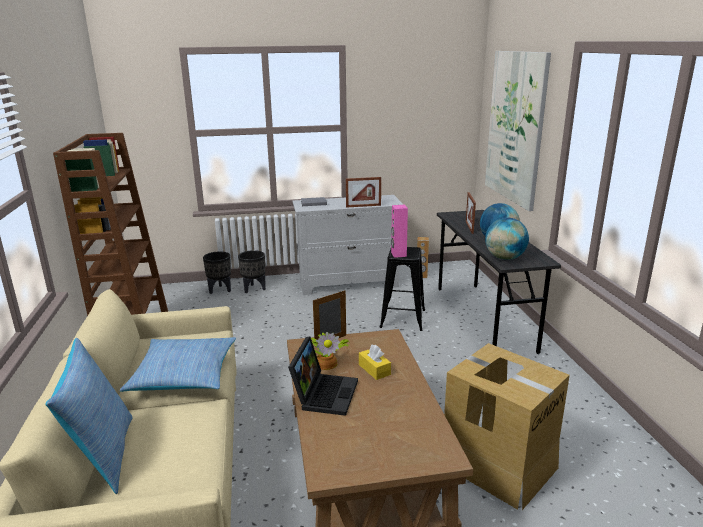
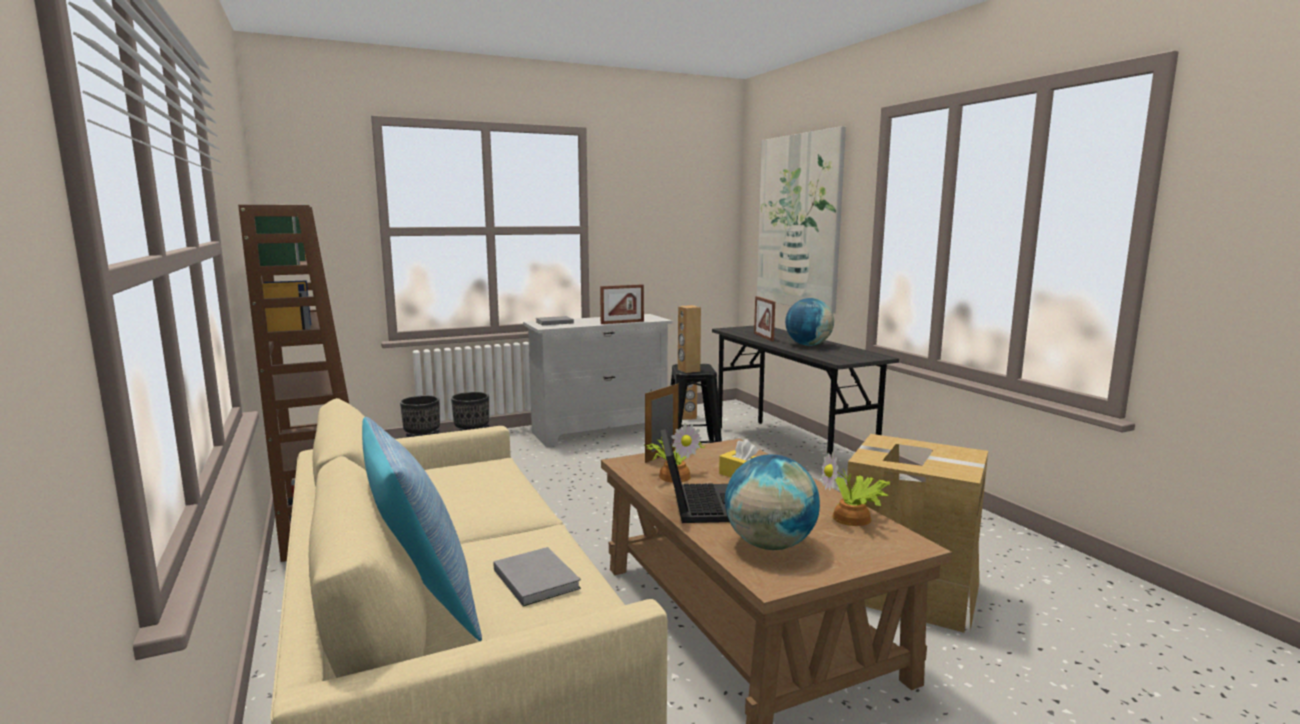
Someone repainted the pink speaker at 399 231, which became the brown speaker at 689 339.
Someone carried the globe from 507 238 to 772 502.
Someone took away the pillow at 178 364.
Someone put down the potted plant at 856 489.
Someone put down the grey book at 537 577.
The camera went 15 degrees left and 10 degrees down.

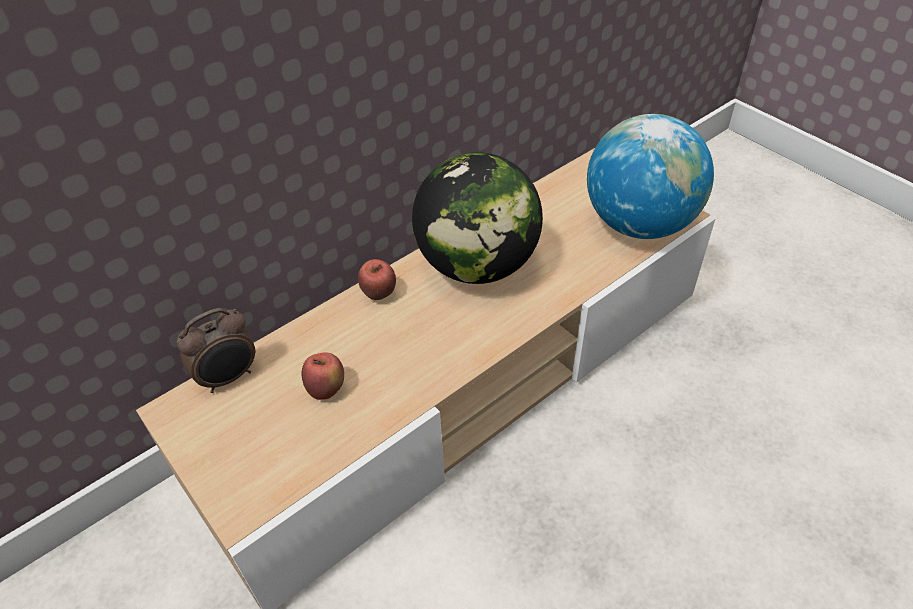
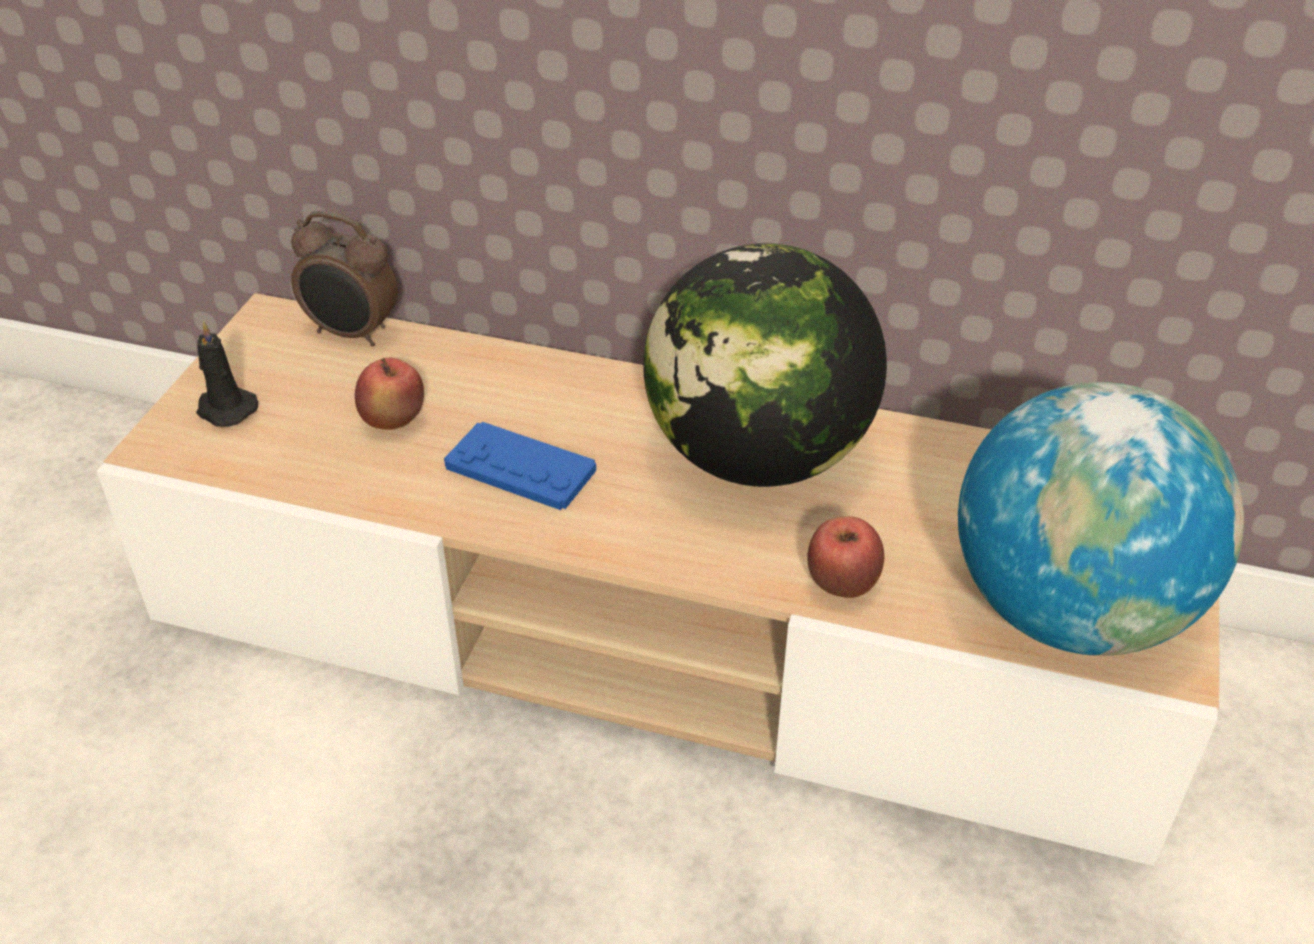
Someone carried the apple from 377 279 to 845 557.
Someone put down the black candle at 227 373.
Someone put down the blue game controller at 520 466.
The camera went 55 degrees right and 5 degrees down.

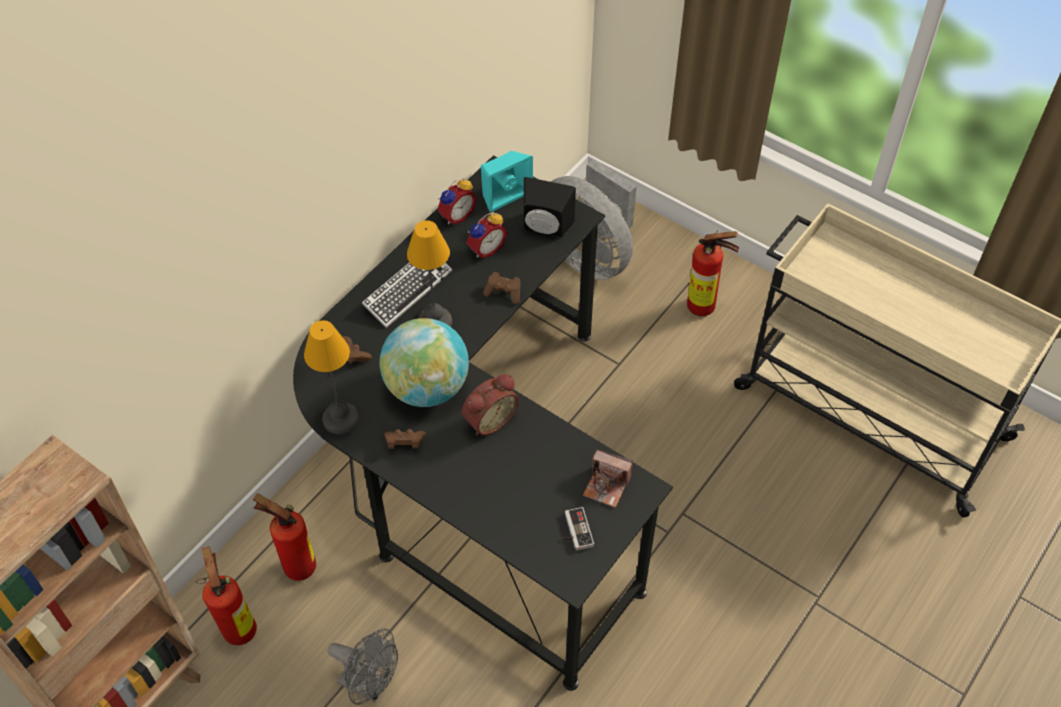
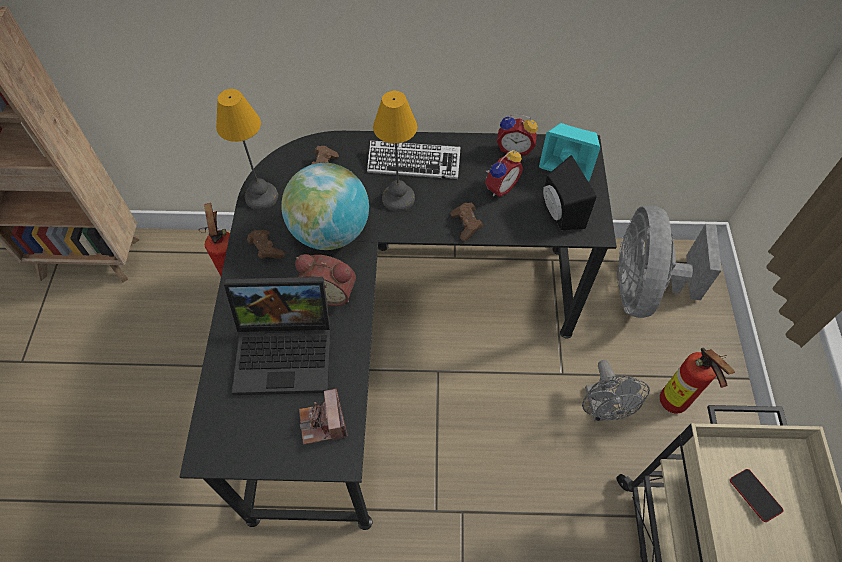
Someone rotated the alarm clock at 487 235 by 60 degrees counterclockwise.
Someone took away the game controller at 578 529.
Someone took away the fire extinguisher at 226 595.
Someone carried the grey fan from 362 666 to 616 390.
Someone put down the laptop at 277 336.
Someone put down the phone at 757 495.
The camera went 55 degrees right and 5 degrees up.

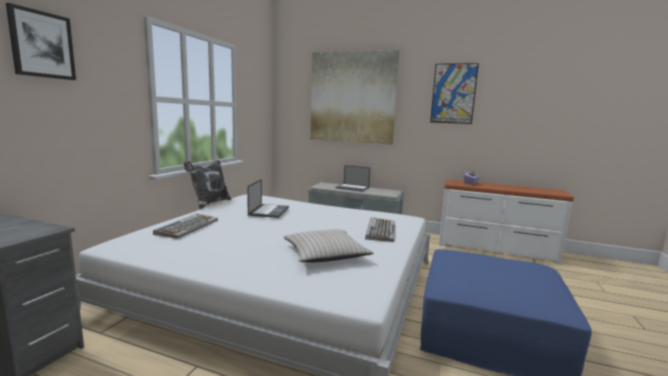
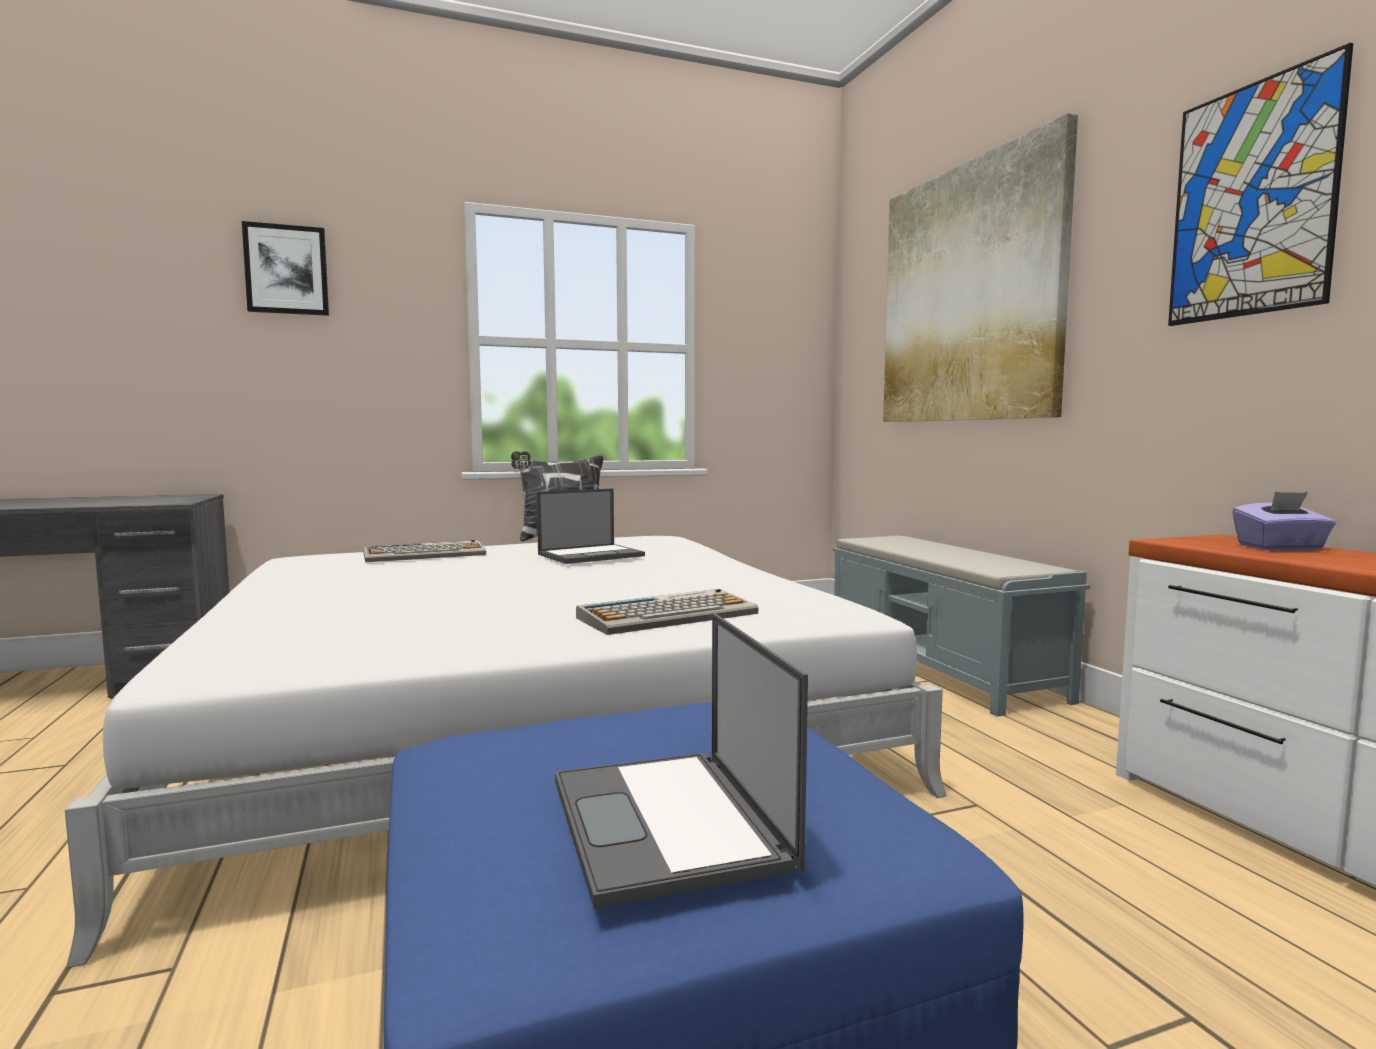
Someone carried the laptop from 353 178 to 681 761.
Someone took away the beige pillow at 329 246.
The camera went 50 degrees right and 5 degrees down.

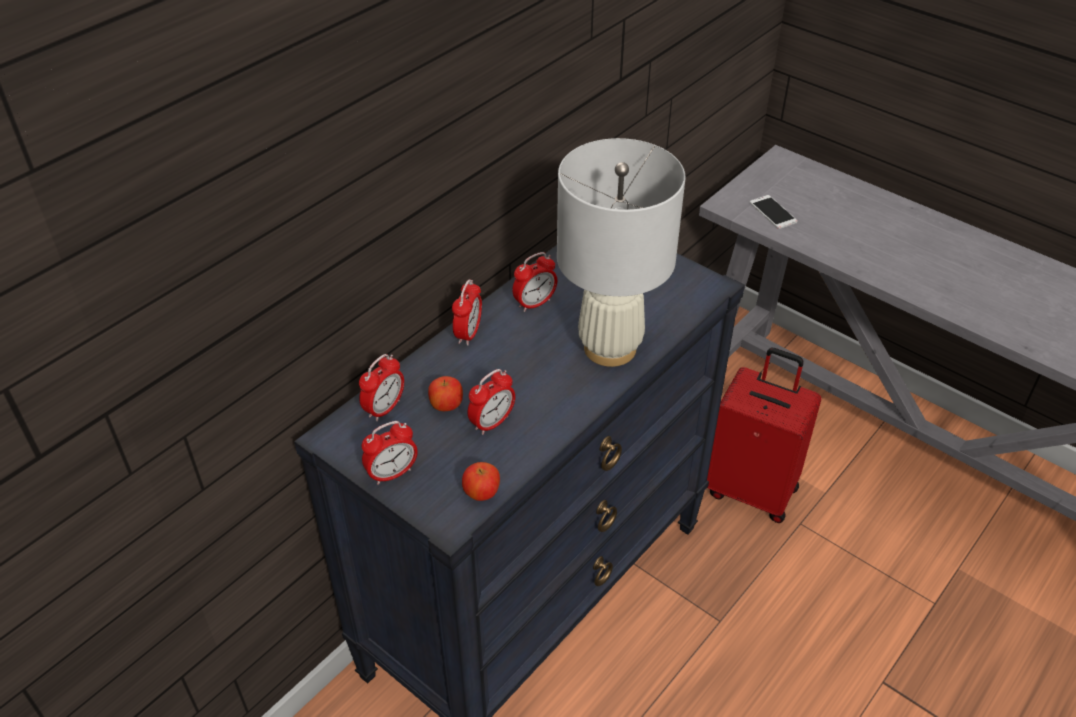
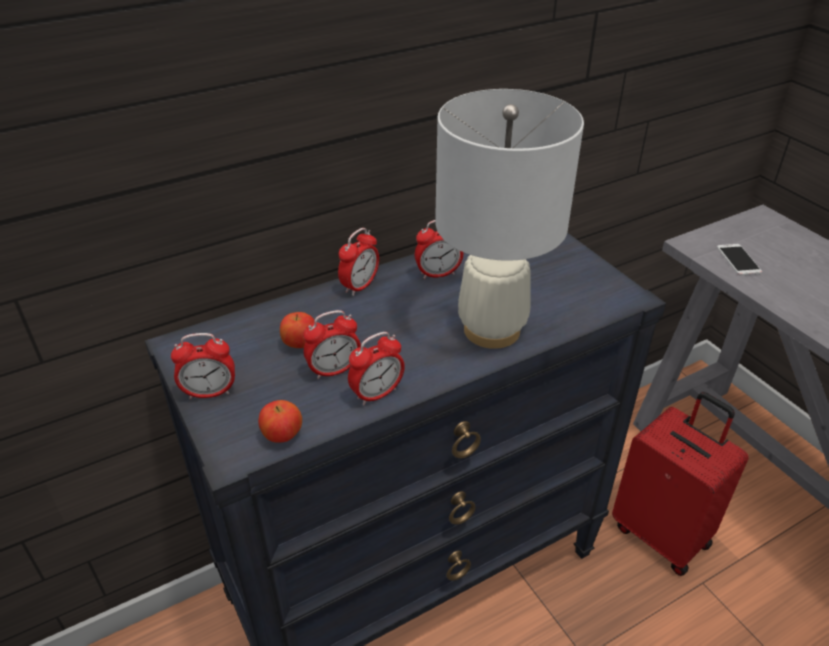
Someone carried the alarm clock from 381 387 to 376 368.
The camera went 20 degrees right and 5 degrees down.

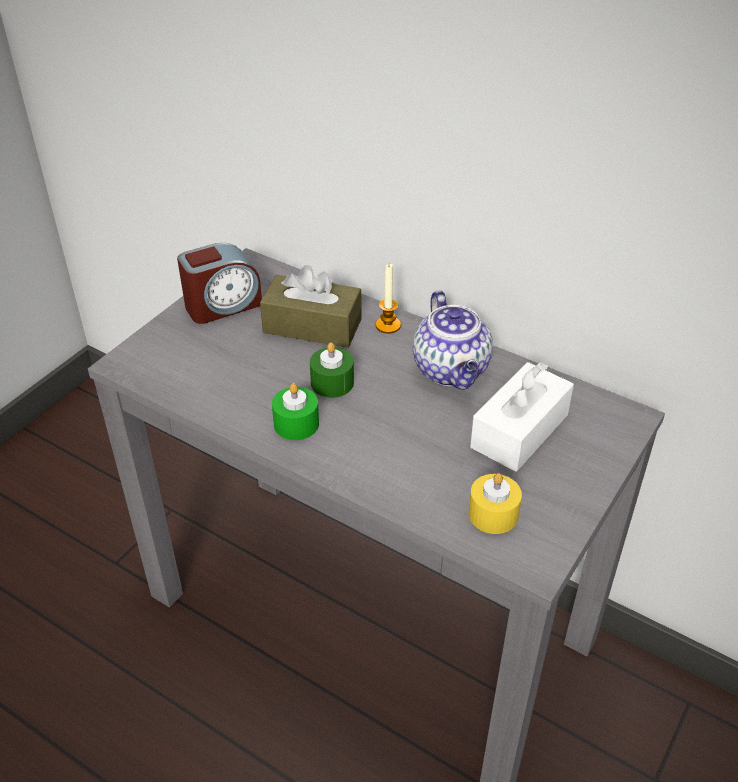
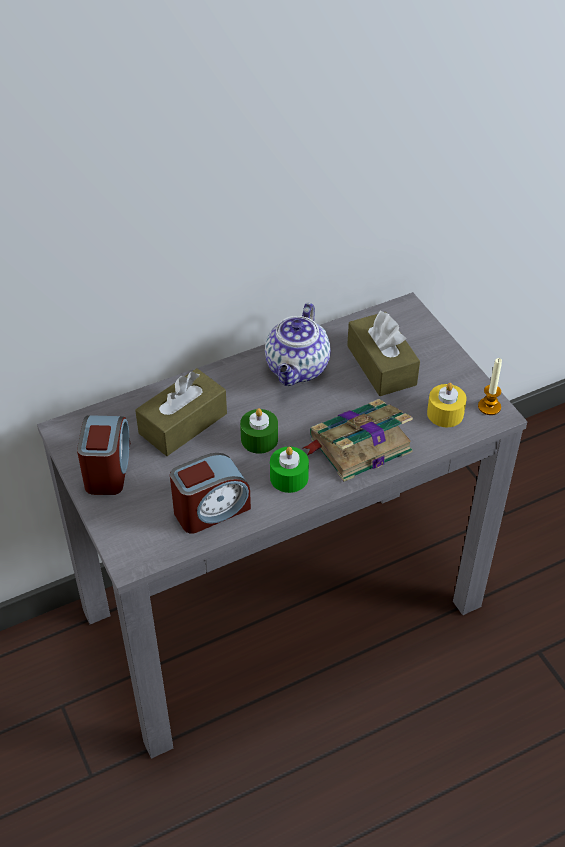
Someone carried the candle from 388 299 to 490 386.
Someone rotated the teapot at 453 340 by 90 degrees clockwise.
Someone repainted the white tissue box at 522 417, which became the brown tissue box at 383 353.
Someone put down the book at 358 440.
Someone put down the alarm clock at 210 493.
The camera went 60 degrees left and 5 degrees up.

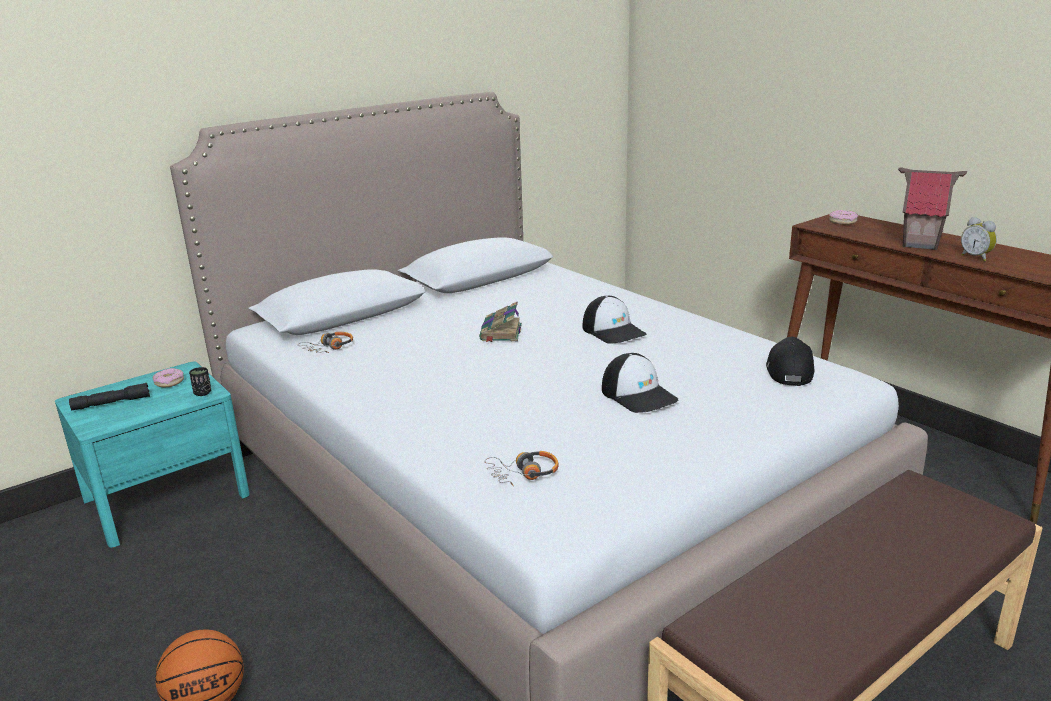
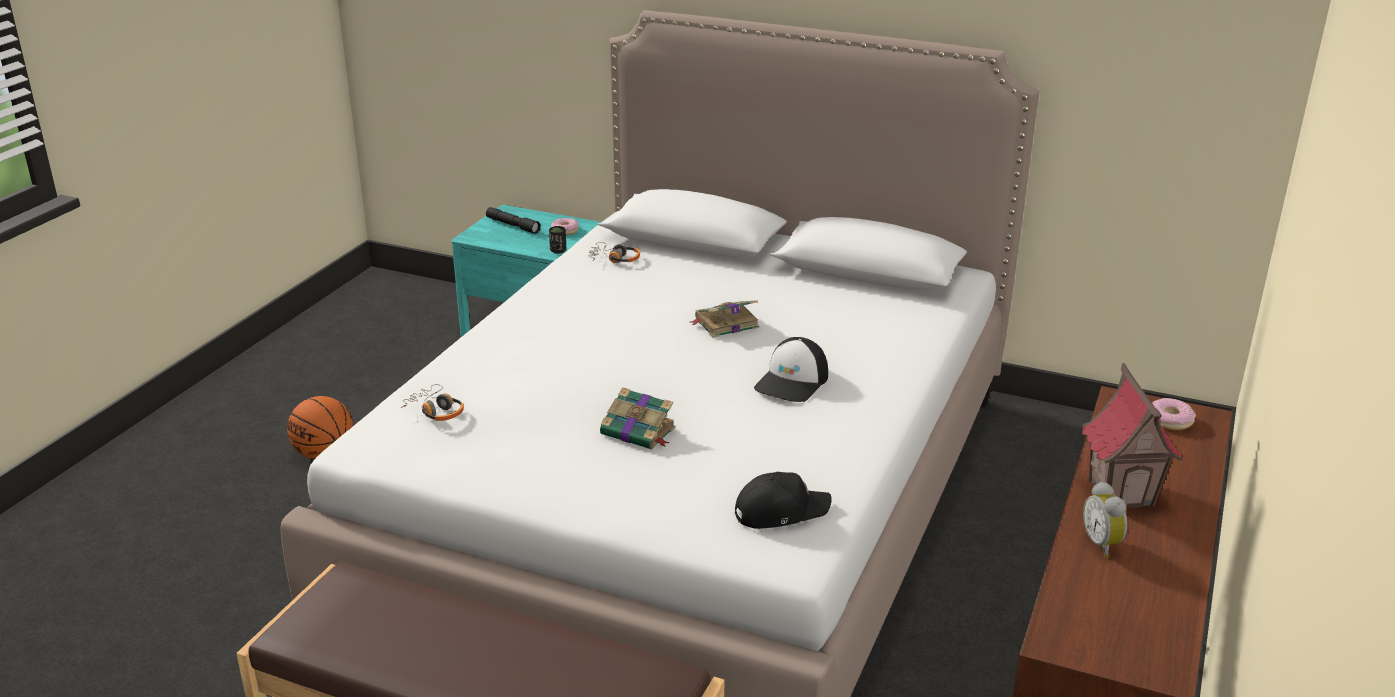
Someone rotated the alarm clock at 979 239 by 45 degrees counterclockwise.
Someone swapped the cap at 640 383 for the book at 638 418.
The camera went 60 degrees right and 5 degrees up.

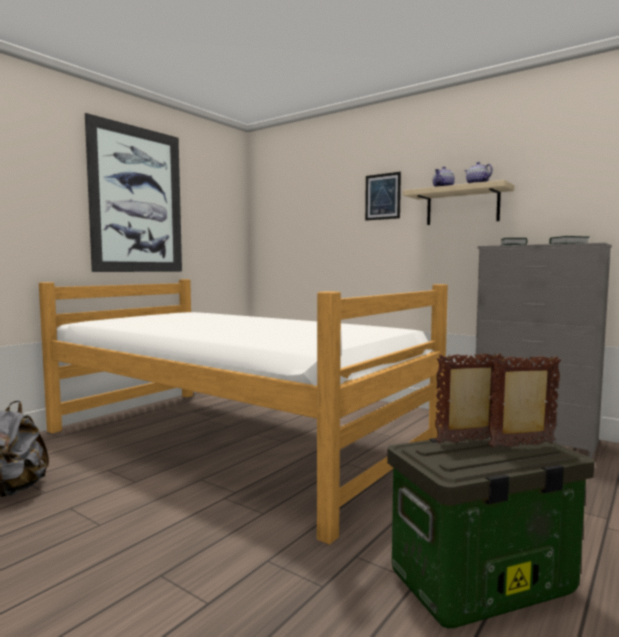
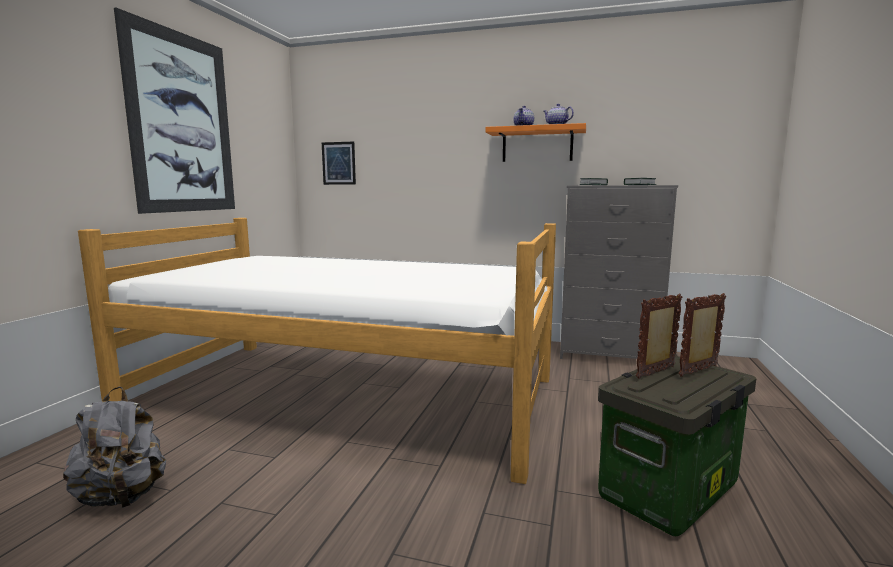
Someone carried the picture from 383 196 to 339 163.
Someone repainted the beige shelf at 458 202, which became the orange shelf at 536 142.
The camera went 20 degrees left and 5 degrees up.

